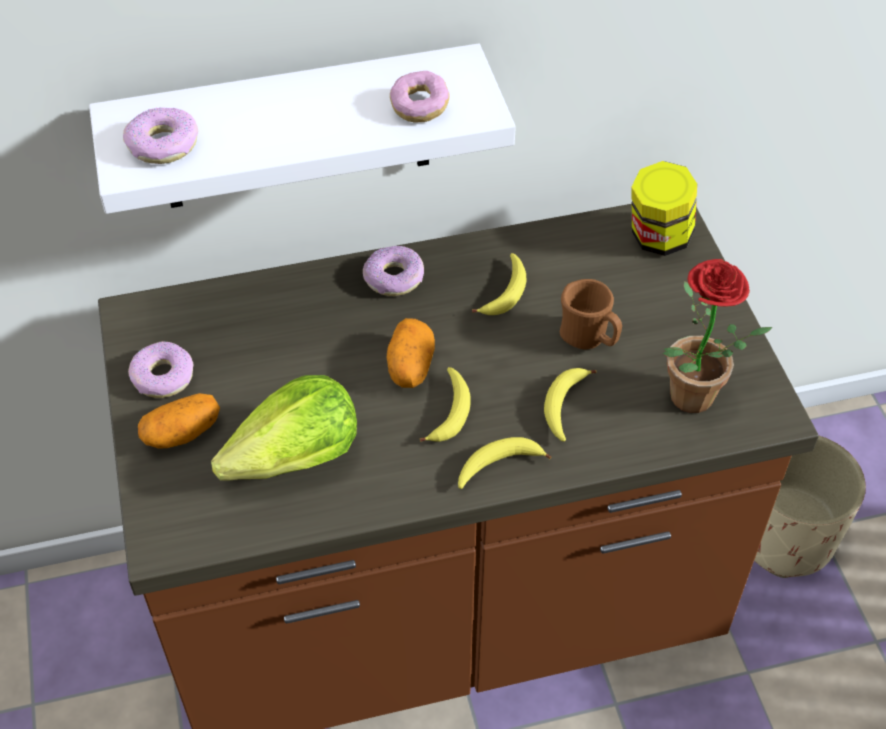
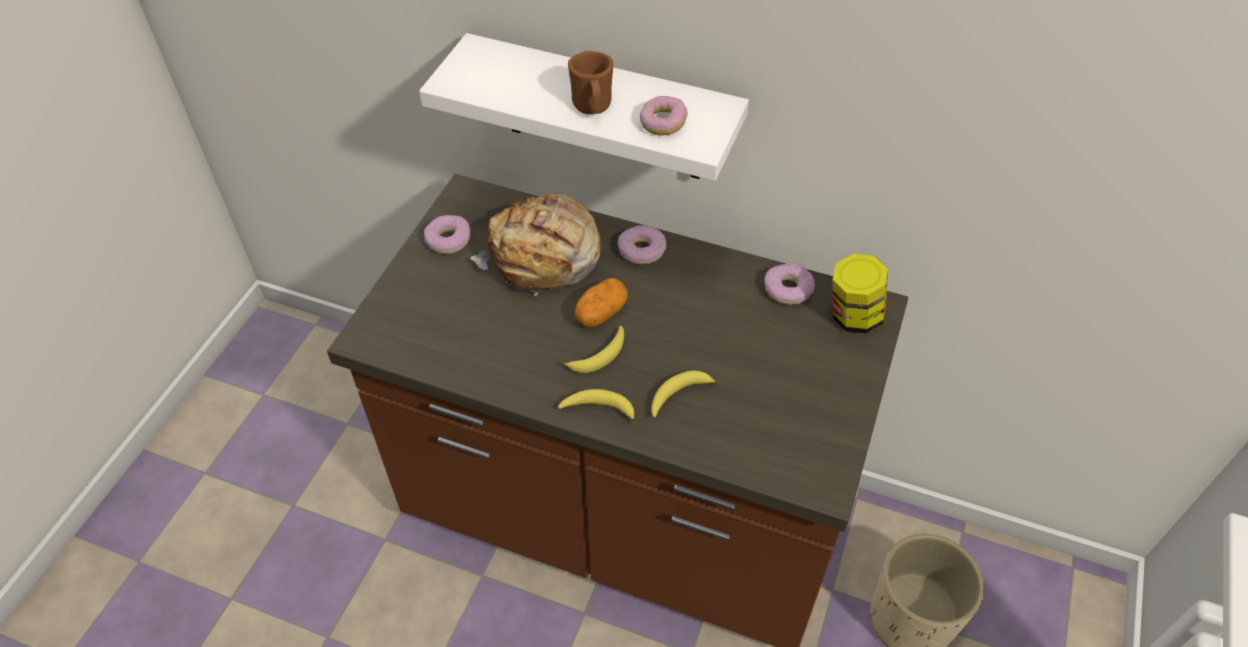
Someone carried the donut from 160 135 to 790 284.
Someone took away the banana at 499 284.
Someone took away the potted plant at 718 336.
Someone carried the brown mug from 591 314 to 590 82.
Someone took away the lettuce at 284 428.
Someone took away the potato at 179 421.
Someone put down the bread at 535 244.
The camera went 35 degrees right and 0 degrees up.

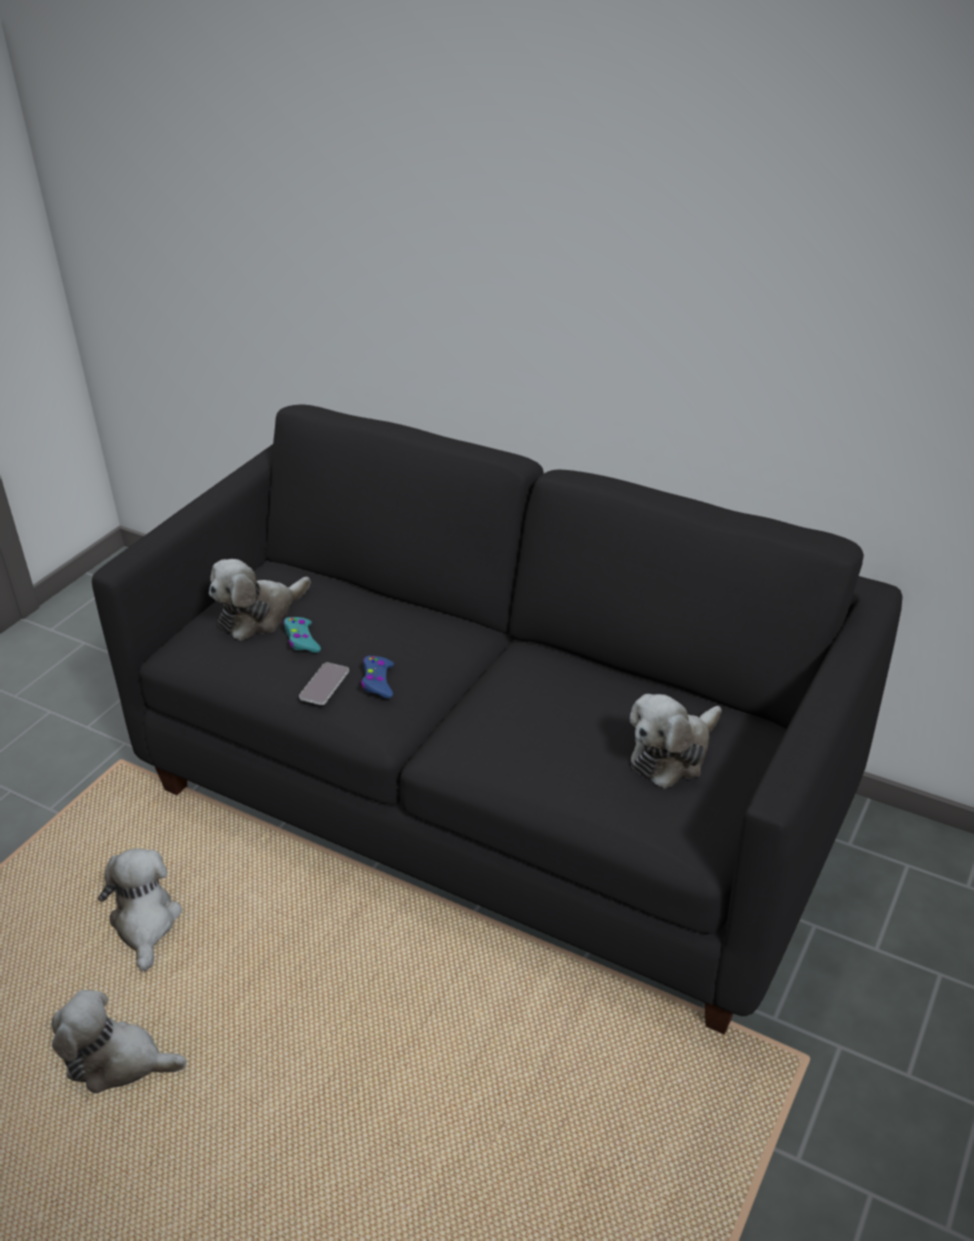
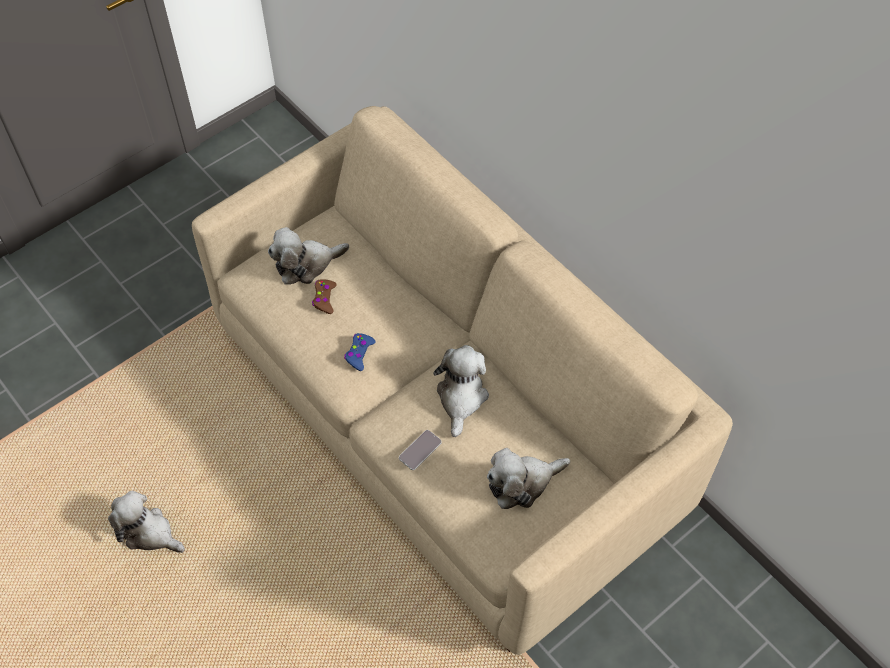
Someone repainted the black sofa at 497 720, which became the beige sofa at 462 380.
Someone repainted the turquoise game controller at 302 635, which became the brown game controller at 324 296.
Someone carried the phone from 324 683 to 420 450.
Someone carried the plush toy from 140 909 to 461 391.
The camera went 20 degrees right and 20 degrees up.

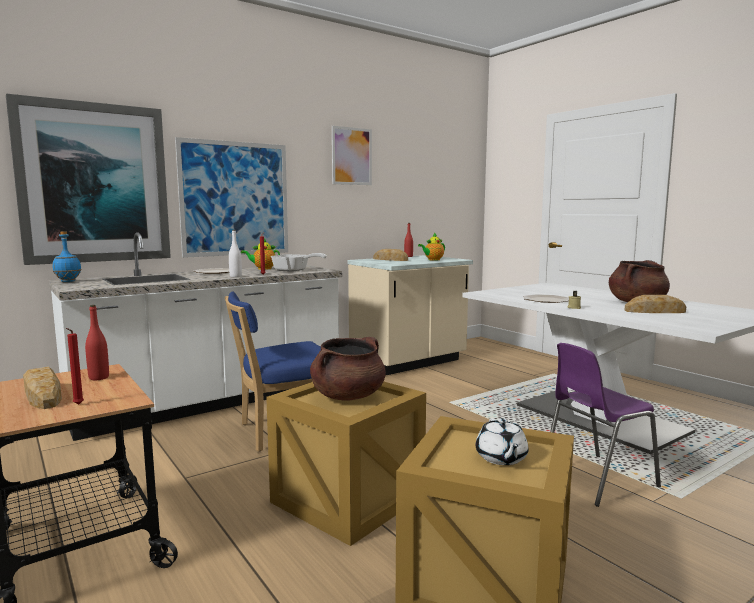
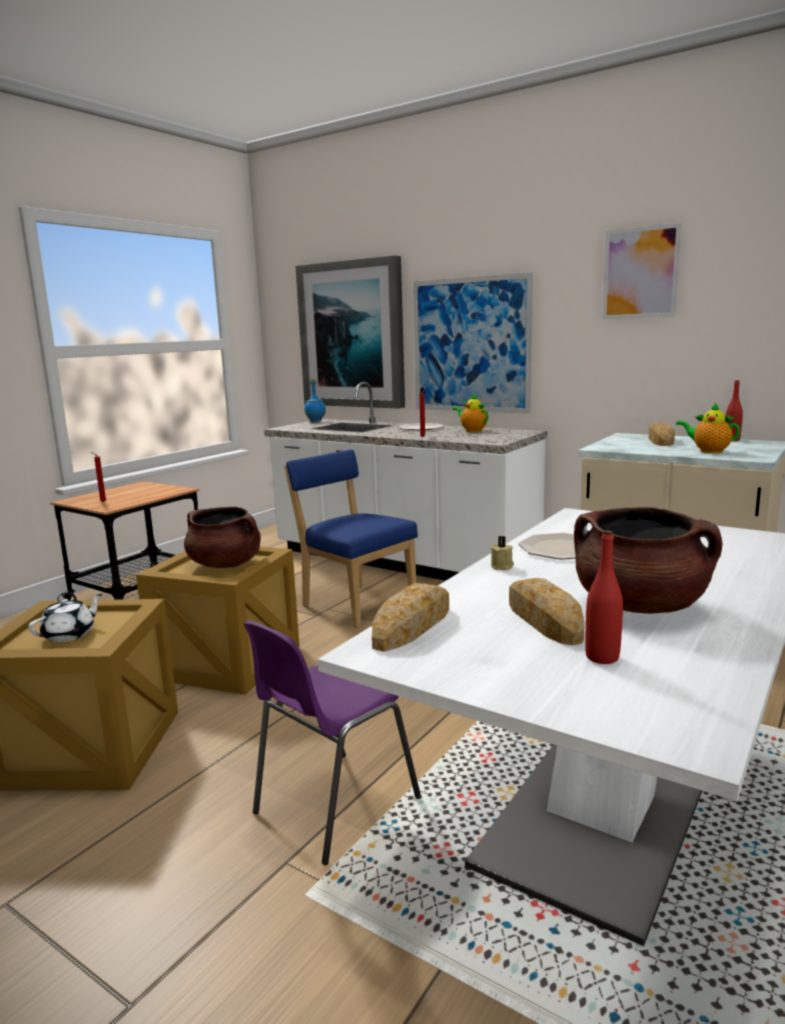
Someone took away the white bottle at 235 253.
Someone took away the frying pan at 299 262.
Someone carried the red bottle from 97 342 to 604 597.
Someone rotated the purple chair at 605 425 by 90 degrees counterclockwise.
Someone carried the bread from 42 388 to 410 617.
Someone rotated the white teapot at 502 441 by 150 degrees clockwise.
The camera went 70 degrees right and 5 degrees up.

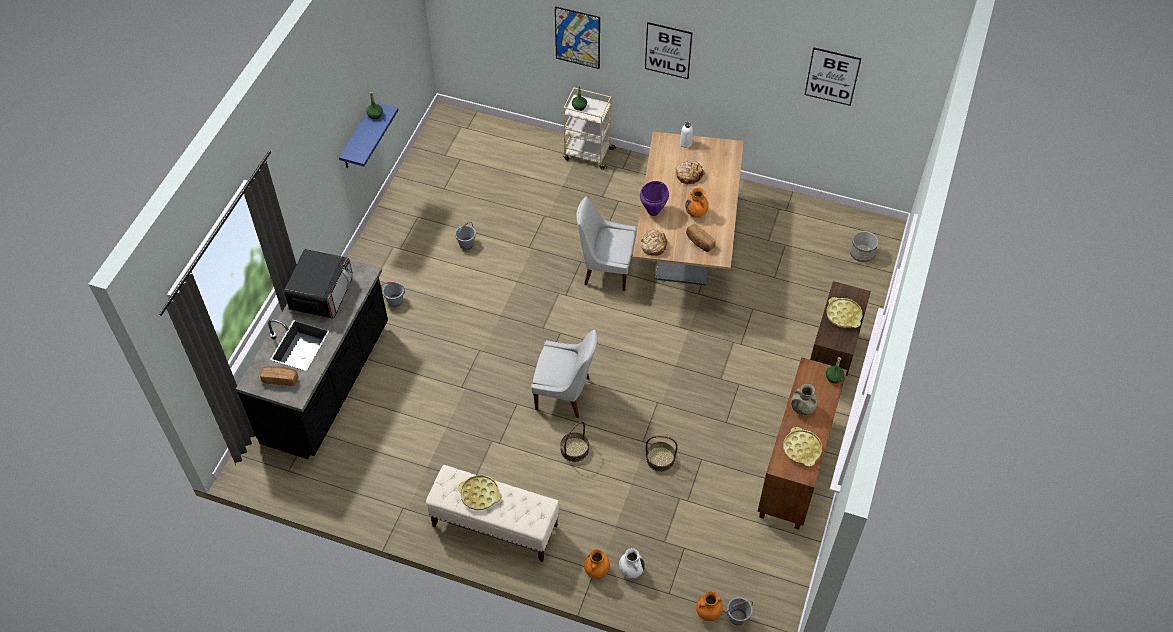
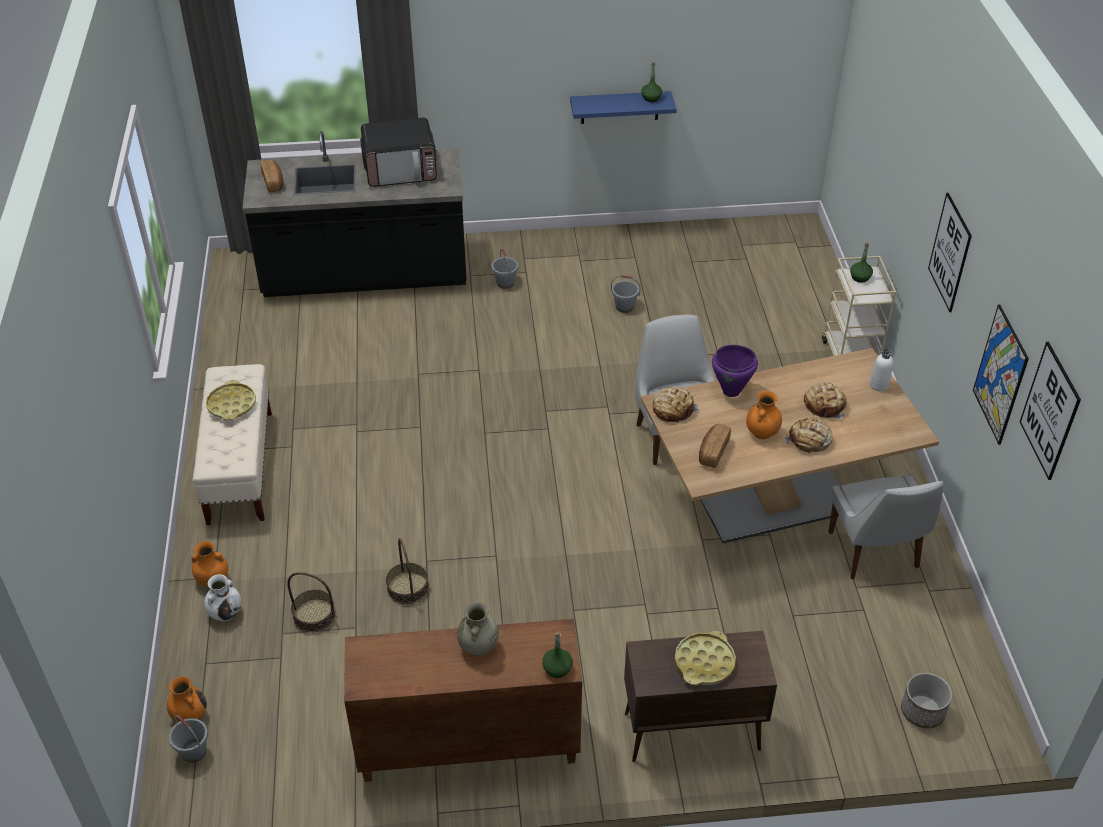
Someone carried the picture from 577 37 to 1001 375.
Someone carried the white chair from 564 373 to 885 526.
Someone carried the basket from 574 441 to 311 602.
Someone took away the yellow tray at 802 447.
Someone put down the bread at 808 435.
The camera went 65 degrees right and 10 degrees down.

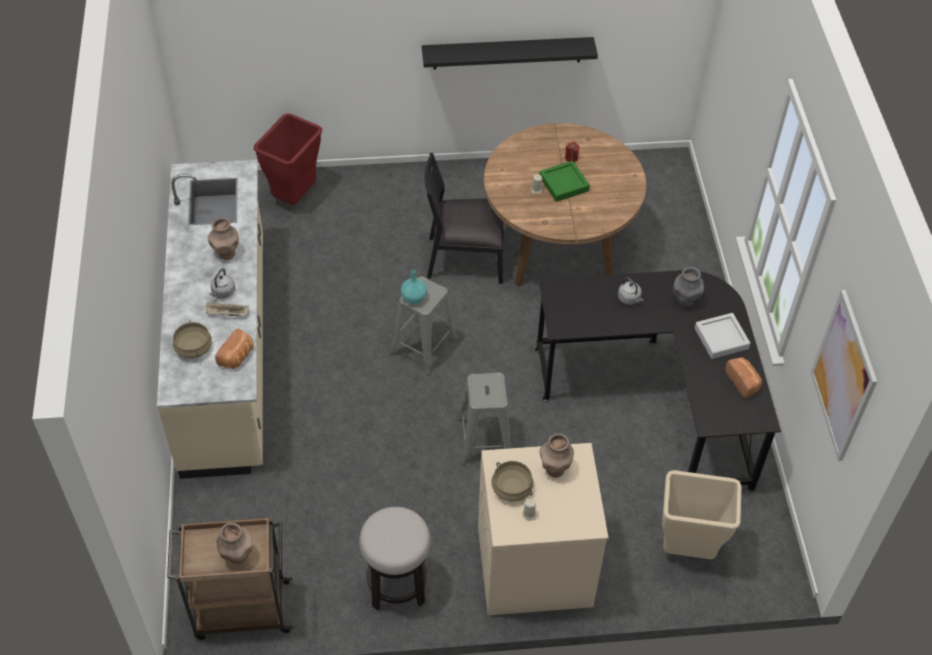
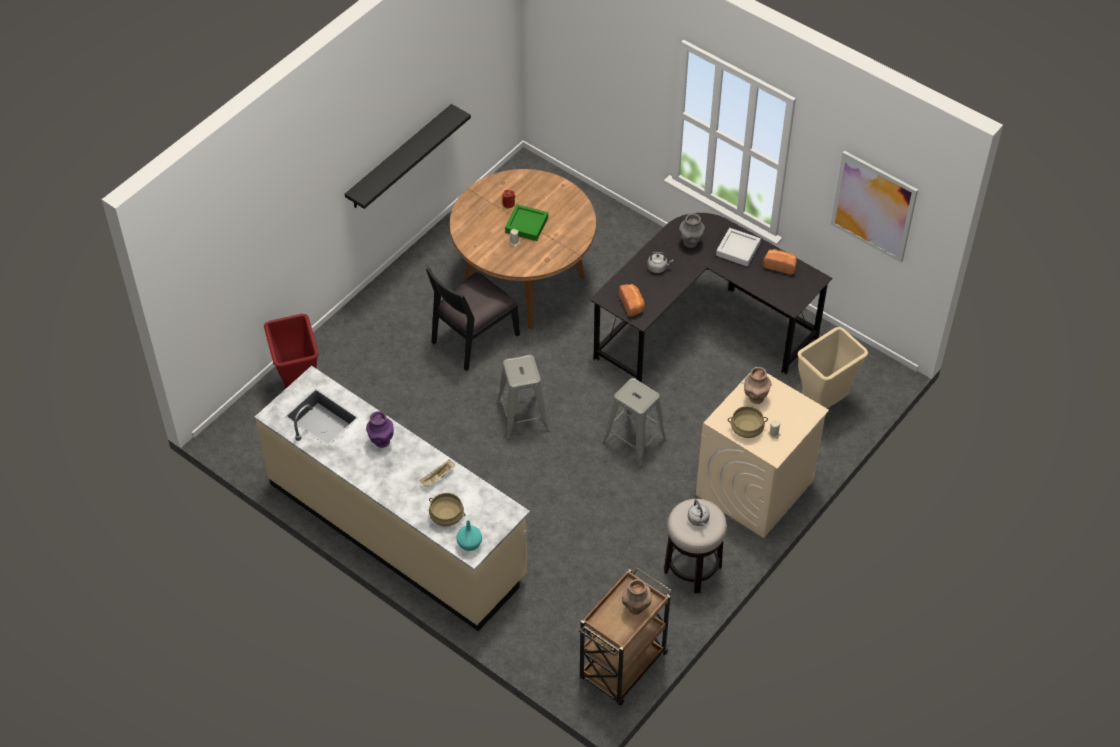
Someone repainted the brown vase at 223 238, which became the purple vase at 380 429.
Someone carried the grey kettle from 222 283 to 699 513.
Someone carried the turquoise vase from 414 287 to 469 535.
Someone carried the bread from 234 349 to 632 300.
The camera went 45 degrees left and 0 degrees up.

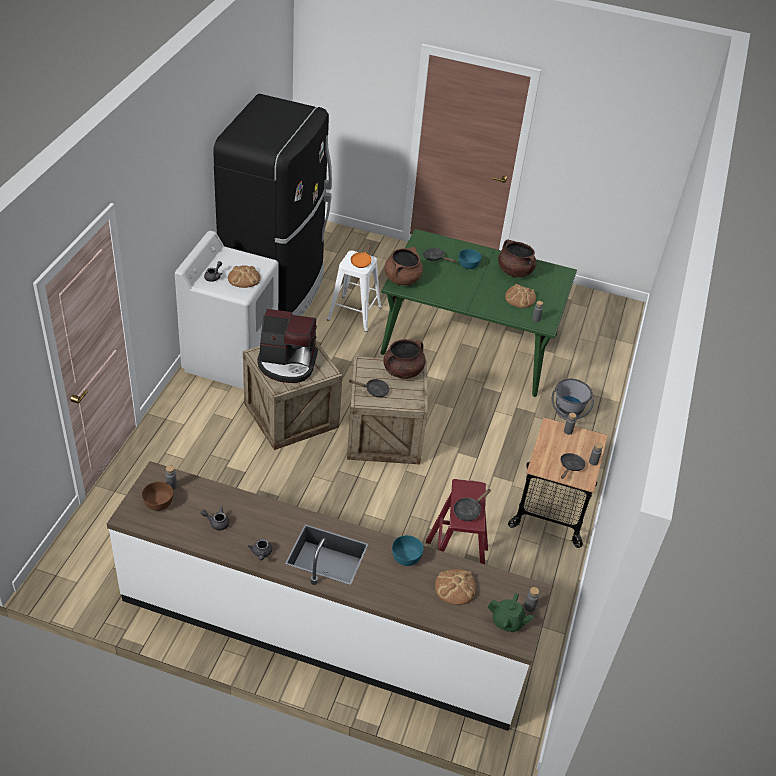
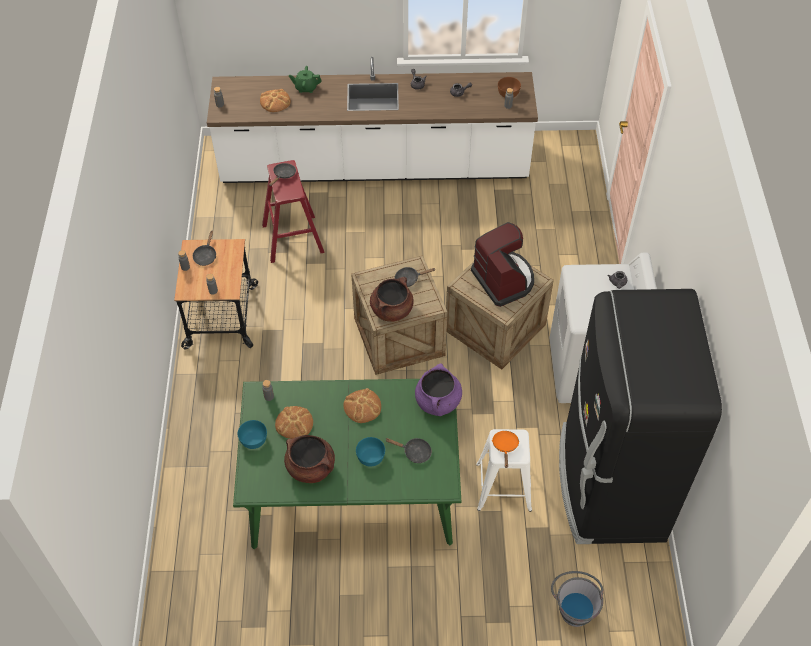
Someone repainted the brown cooking pot at 403 266, which became the purple cooking pot at 438 389.
Someone carried the bread from 244 276 to 362 405.
Someone rotated the coffee machine at 287 346 by 75 degrees clockwise.
Someone carried the grey bucket from 573 399 to 577 599.
Someone carried the turquoise bowl from 408 550 to 252 434.
Someone carried the green teapot from 511 613 to 305 79.
The camera went 165 degrees right and 10 degrees up.

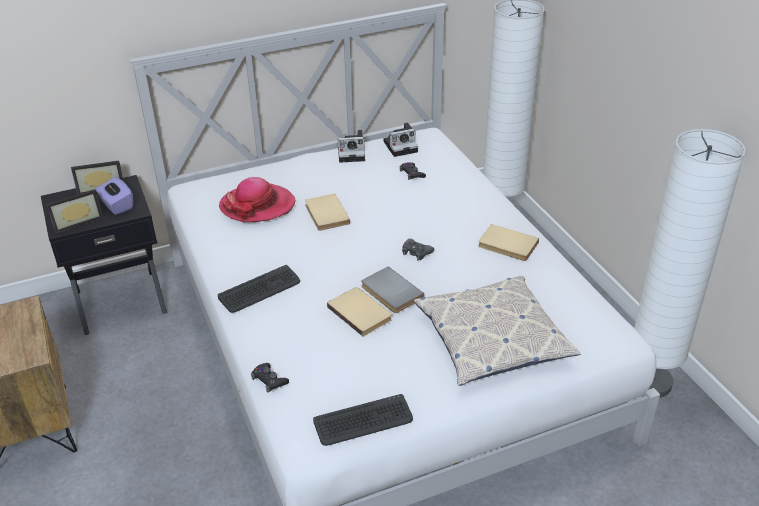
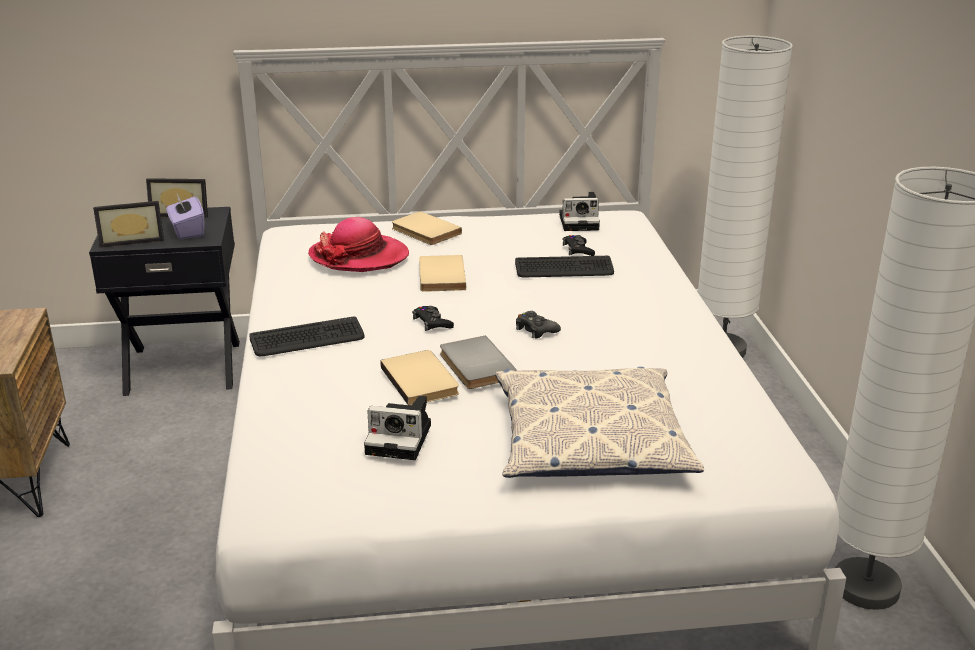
Someone carried the photo camera from 351 146 to 397 428.
Someone carried the beige book from 508 242 to 427 228.
Someone carried the black game controller from 270 378 to 433 318.
Someone carried the keyboard from 363 420 to 564 266.
The camera went 15 degrees right and 10 degrees down.

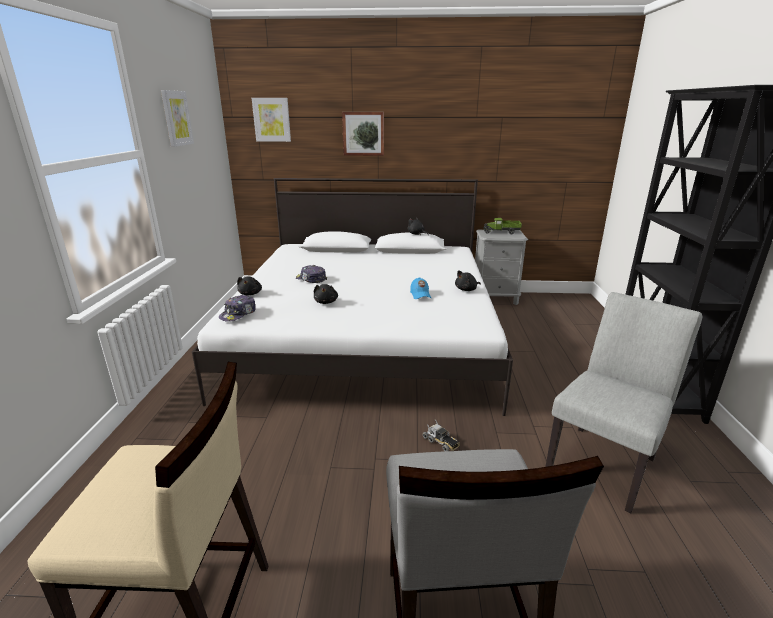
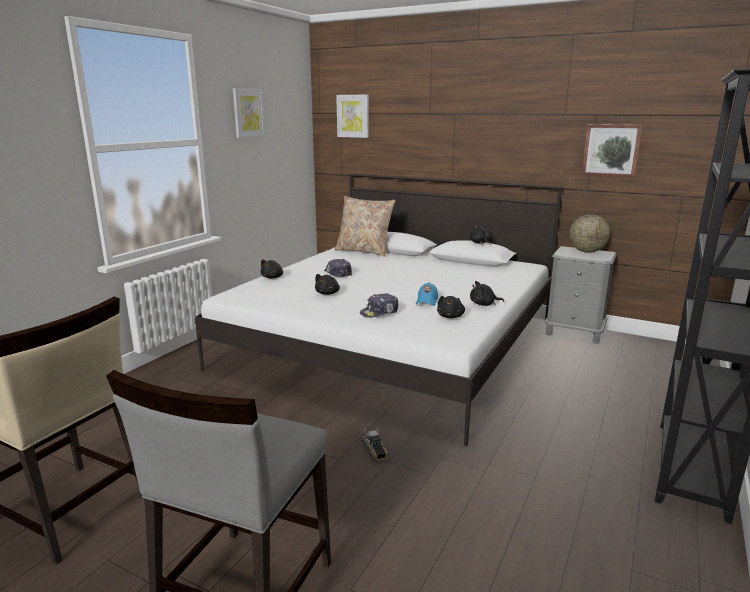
Someone carried the picture from 363 134 to 612 151.
Someone swapped the toy truck at 503 226 for the globe at 589 233.
Someone took away the grey chair at 623 403.
Someone carried the cap from 237 308 to 379 305.
Someone put down the beige pillow at 365 226.
Someone put down the black plush toy at 451 307.
The camera went 25 degrees right and 5 degrees down.

